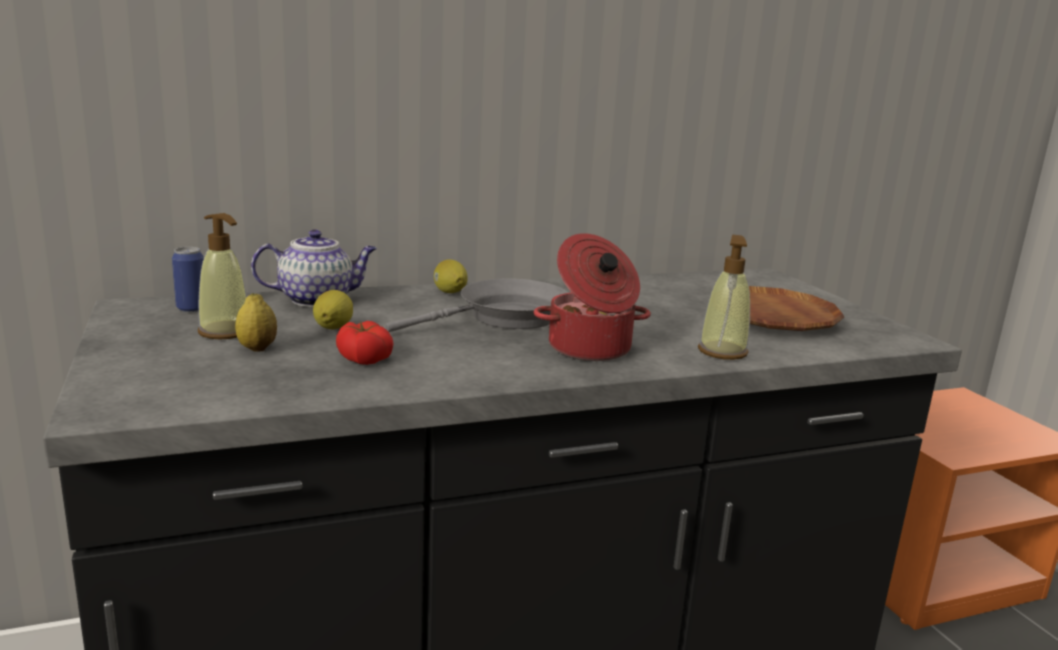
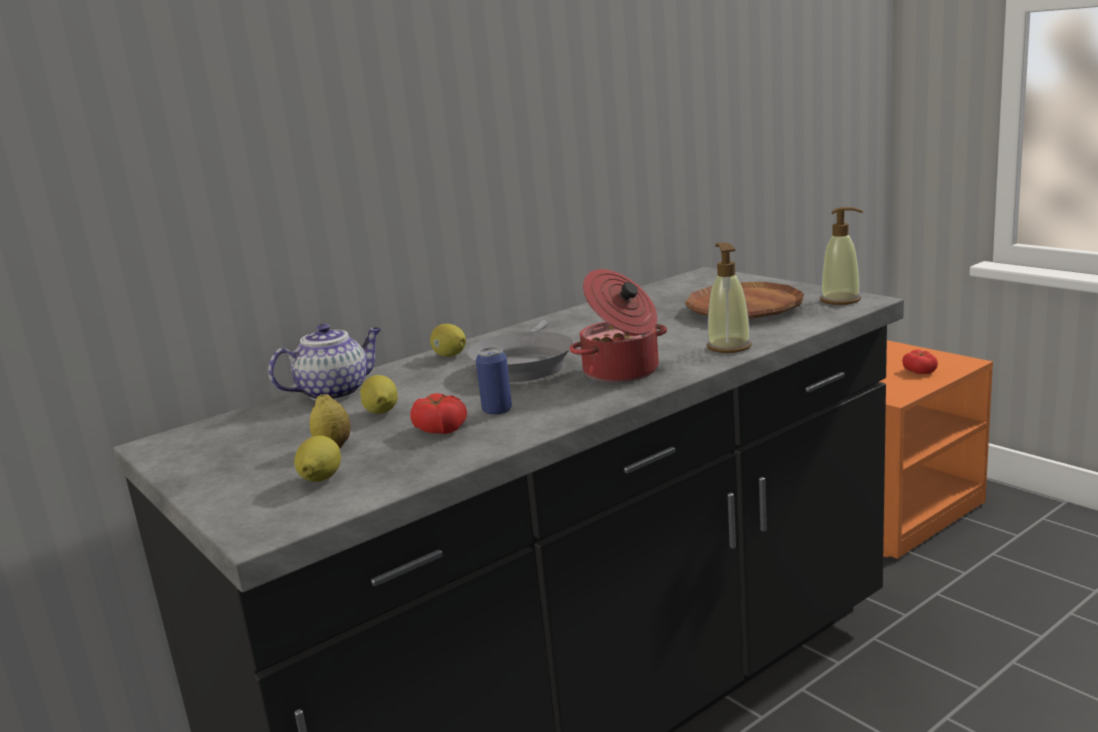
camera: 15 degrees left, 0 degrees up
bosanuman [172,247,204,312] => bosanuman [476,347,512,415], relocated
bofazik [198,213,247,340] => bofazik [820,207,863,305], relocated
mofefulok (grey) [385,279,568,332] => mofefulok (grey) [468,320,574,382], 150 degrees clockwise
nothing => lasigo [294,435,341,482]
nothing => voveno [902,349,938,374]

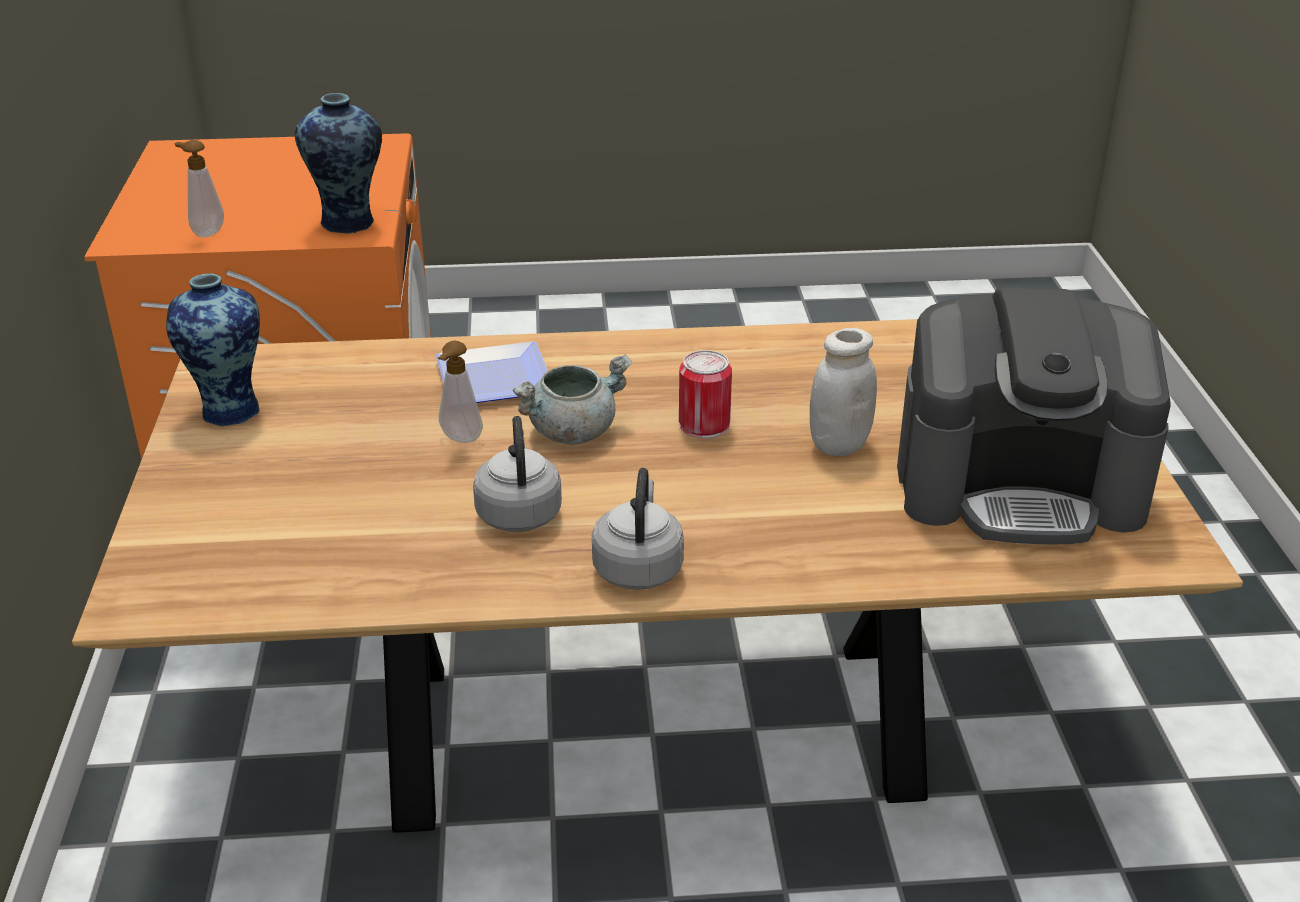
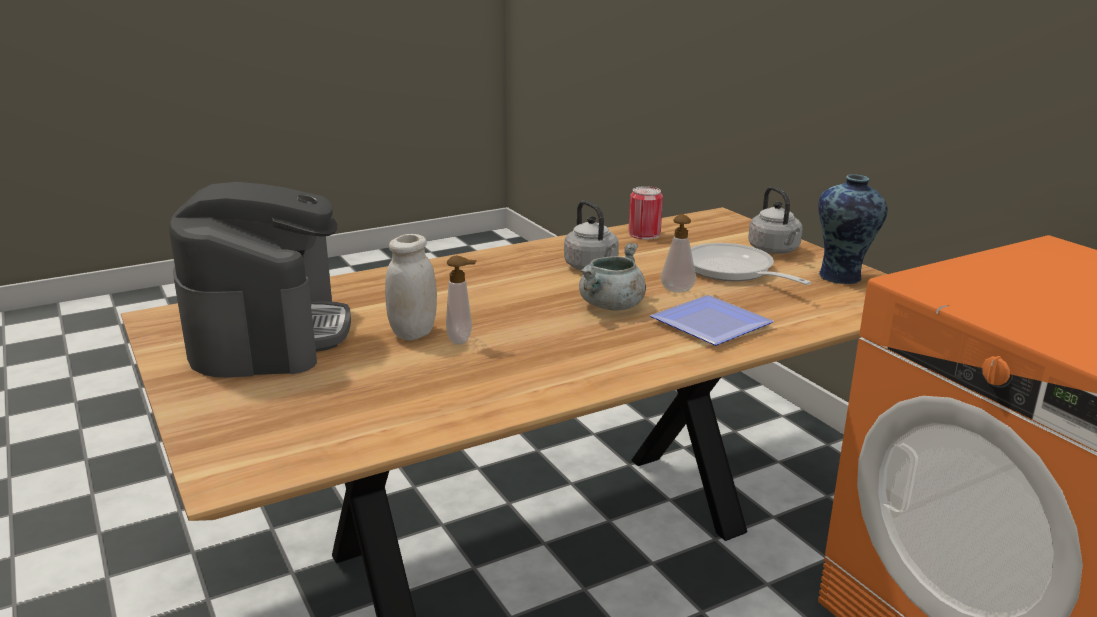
camera: 155 degrees right, 10 degrees down
bofazik [175,140,224,237] => bofazik [446,256,477,345], relocated
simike [295,93,382,233] => nothing
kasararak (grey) [592,468,684,590] => kasararak (grey) [748,186,803,254], relocated
bosanuman [679,350,732,439] => bosanuman [629,186,663,239], relocated
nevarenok [897,287,1171,545] => nevarenok [169,182,351,377], 105 degrees clockwise
nothing => mofefulok [691,243,811,285]

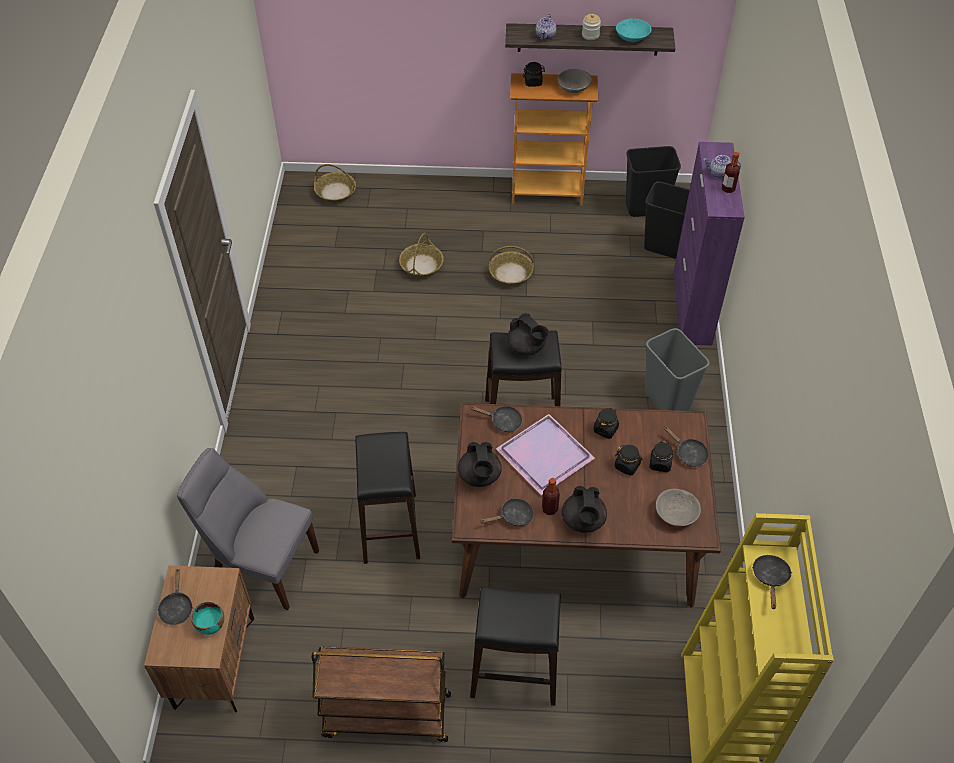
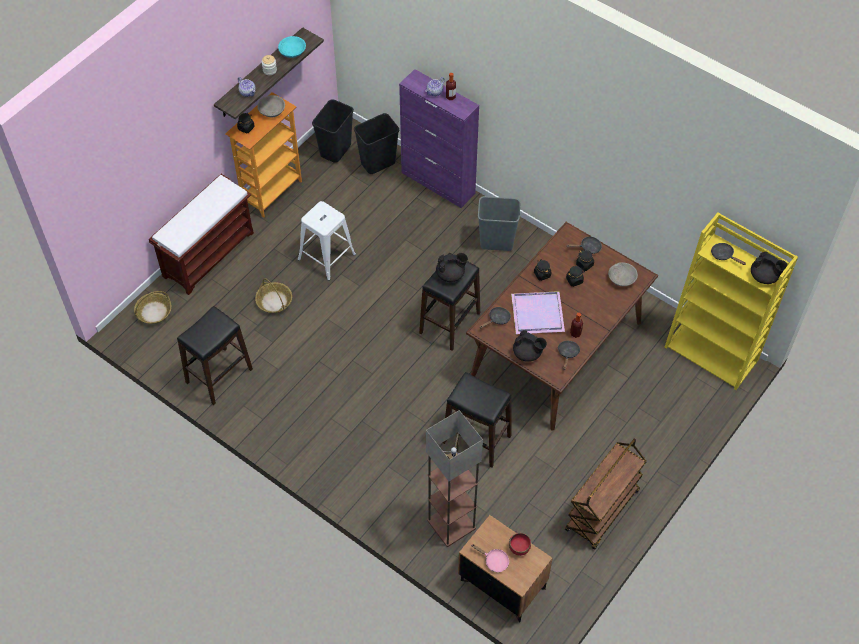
camera: 55 degrees left, 5 degrees up
mofefulok (black) [157,569,193,625] => mofefulok (pink) [471,544,509,572]
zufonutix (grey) [177,448,319,610] => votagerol [426,410,483,547]
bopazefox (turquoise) [191,601,224,635] => bopazefox (red) [509,533,531,556]
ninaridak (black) [470,587,561,706] => ninaridak (black) [177,306,253,405], relocated
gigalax [489,246,534,286] => ninaridak (white) [298,201,356,281]
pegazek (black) [562,486,607,533] => pegazek (black) [751,252,788,284], relocated
nothing => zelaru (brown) [149,174,254,295]

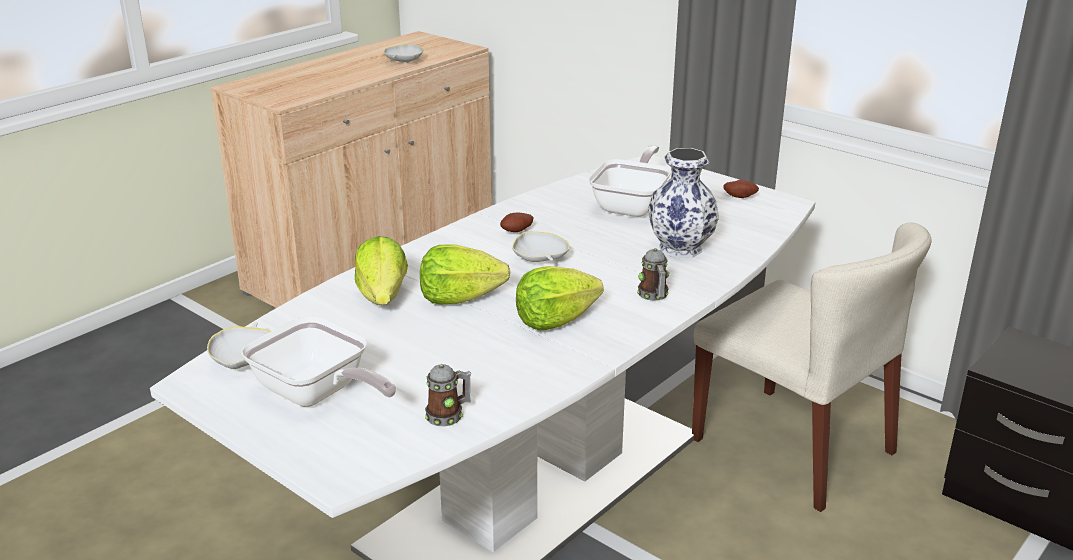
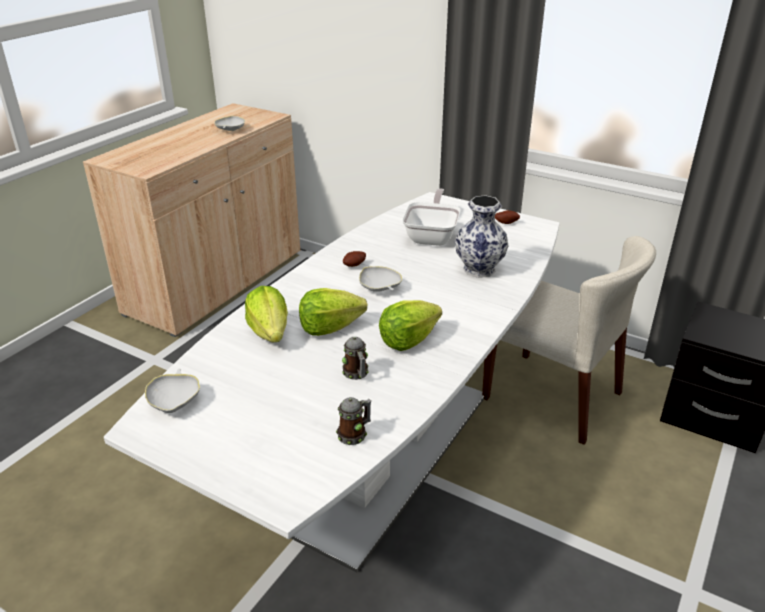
camera: 10 degrees left, 5 degrees up
mofefulok [241,316,397,407] => nothing
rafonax [637,248,669,301] => rafonax [342,337,369,380], relocated

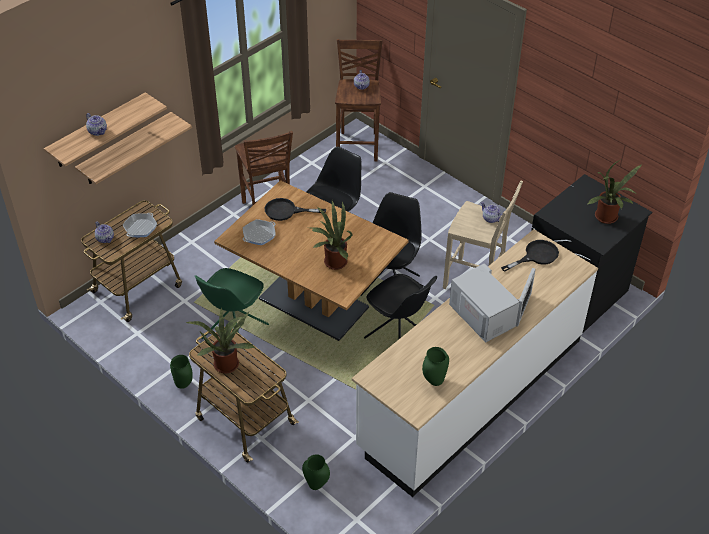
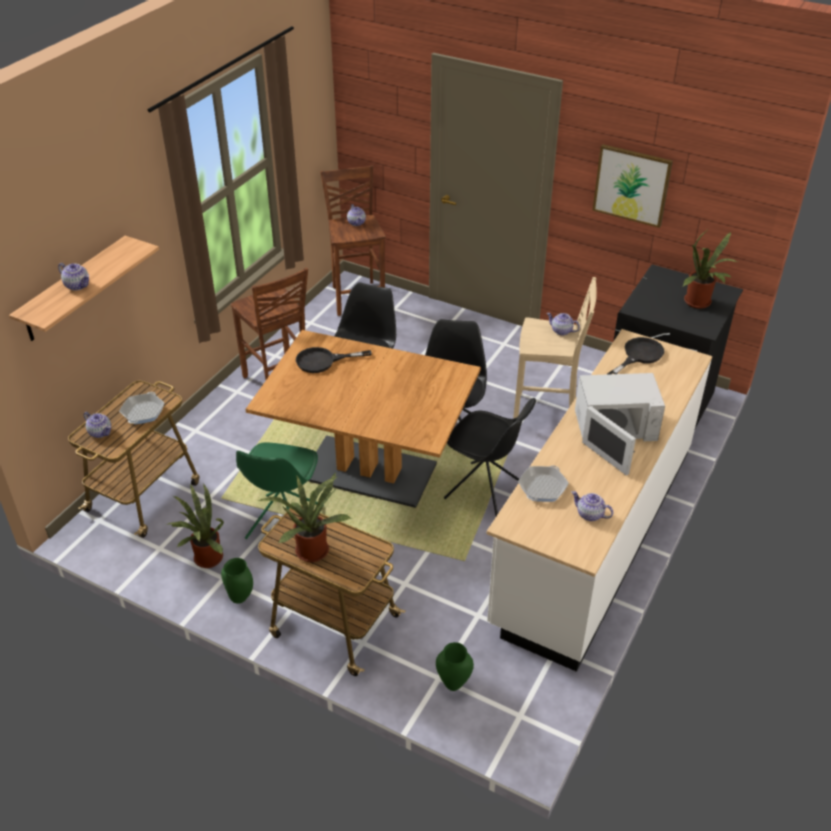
camera: 15 degrees left, 5 degrees down
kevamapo [75,112,192,184] => nothing
mofefulok [243,219,276,245] => mofefulok [518,465,569,502], relocated
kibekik [311,201,353,270] => kibekik [168,483,224,568], relocated
simike (green) [422,347,449,386] => pegazek [572,491,613,521]
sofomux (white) [449,263,536,342] => sofomux (white) [575,373,665,476], 135 degrees clockwise
nothing => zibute [592,144,673,228]

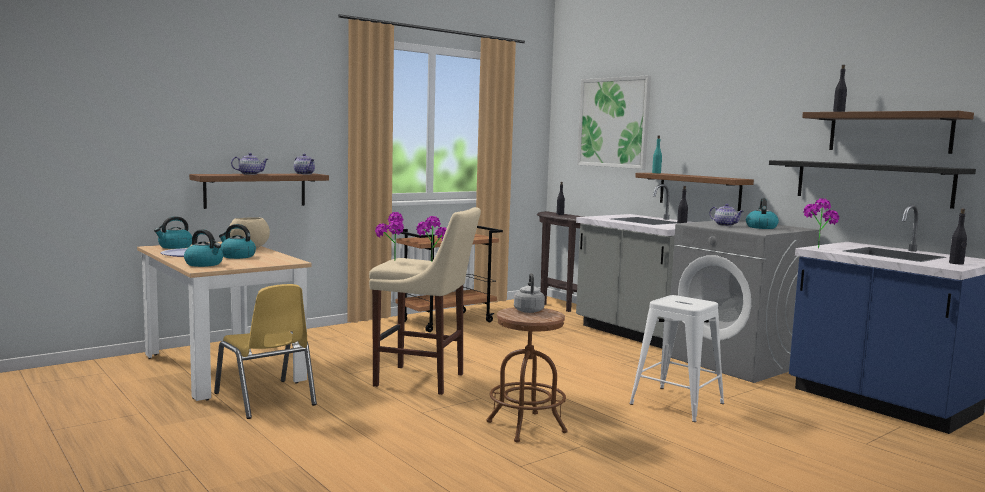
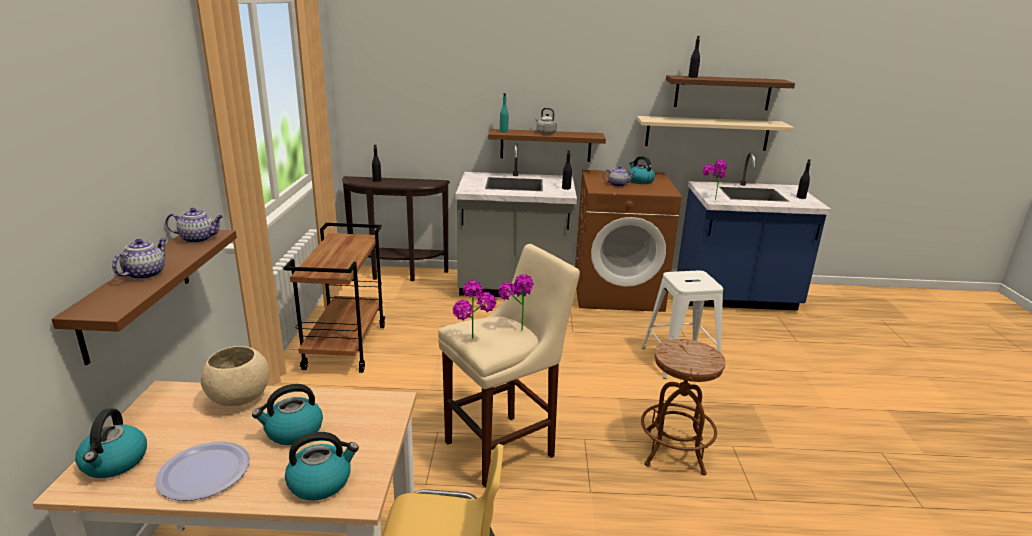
camera: 50 degrees left, 15 degrees up
kasararak (grey) [514,273,545,313] => kasararak (grey) [535,108,557,134], relocated
zibute [577,75,651,169] => nothing
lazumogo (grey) [671,220,820,383] => lazumogo (brown) [575,170,682,312]
kevamapo (black) [769,160,976,209] => kevamapo (beige) [637,116,794,151]

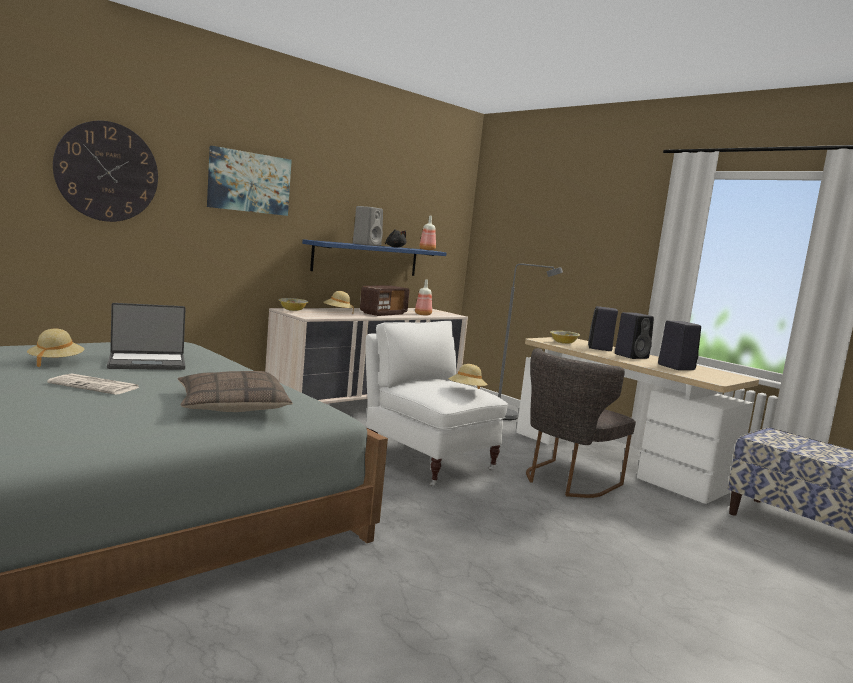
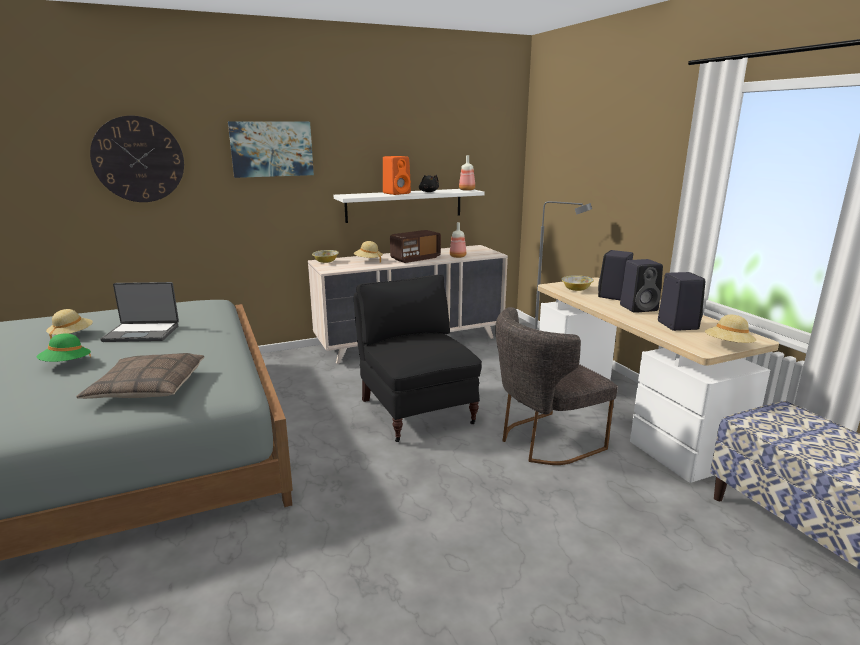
camera: 20 degrees right, 10 degrees up
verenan [47,373,141,395] => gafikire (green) [37,333,91,362]
kevamapo (blue) [302,239,447,276] => kevamapo (white) [334,189,485,223]
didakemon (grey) [353,206,383,246] => didakemon (orange) [383,156,411,195]
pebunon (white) [366,321,508,486] => pebunon (black) [354,275,482,442]
gafikire (beige) [448,364,488,389] => gafikire (beige) [705,315,756,343], relocated

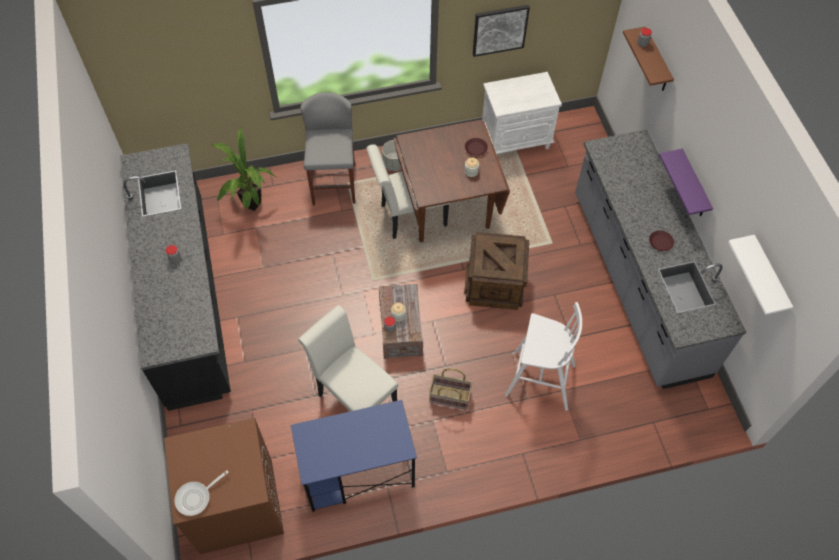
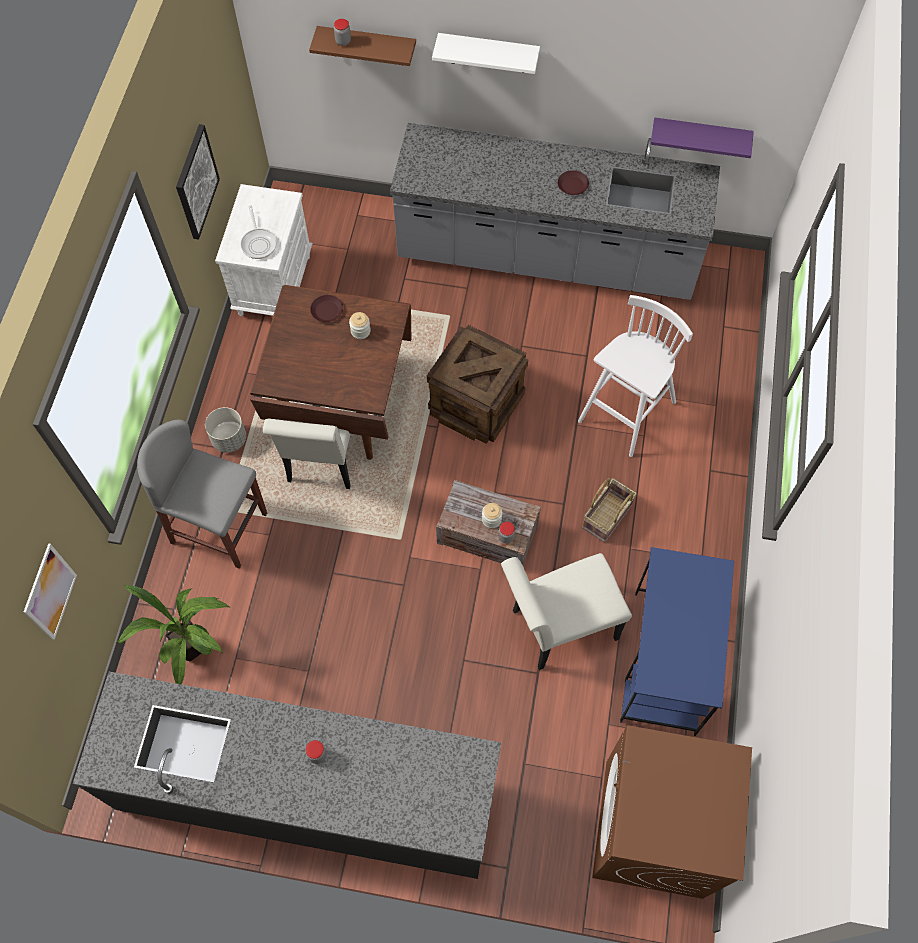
camera: 65 degrees left, 5 degrees up
mofefulok [174,471,229,516] => mofefulok [240,206,277,259], relocated
kevamapo (purple) [659,149,713,216] => kevamapo (purple) [651,118,754,158], relocated
kevamapo (white) [728,235,793,315] => kevamapo (white) [432,33,540,74], relocated
nothing => zibute [24,544,77,640]

